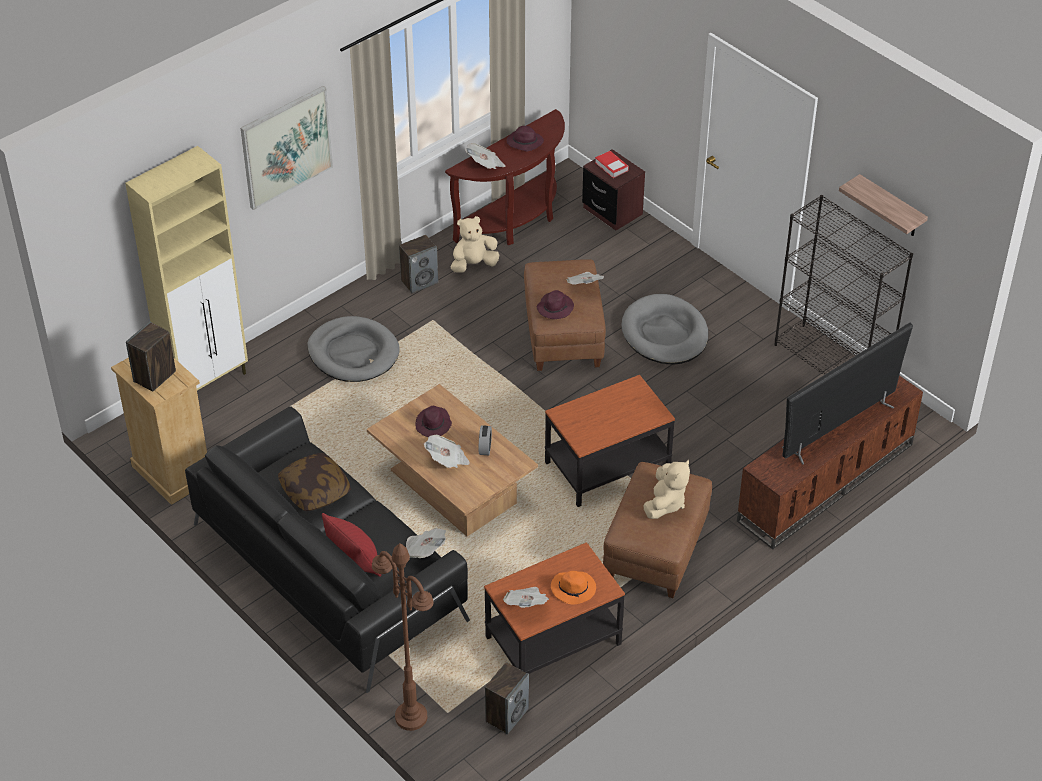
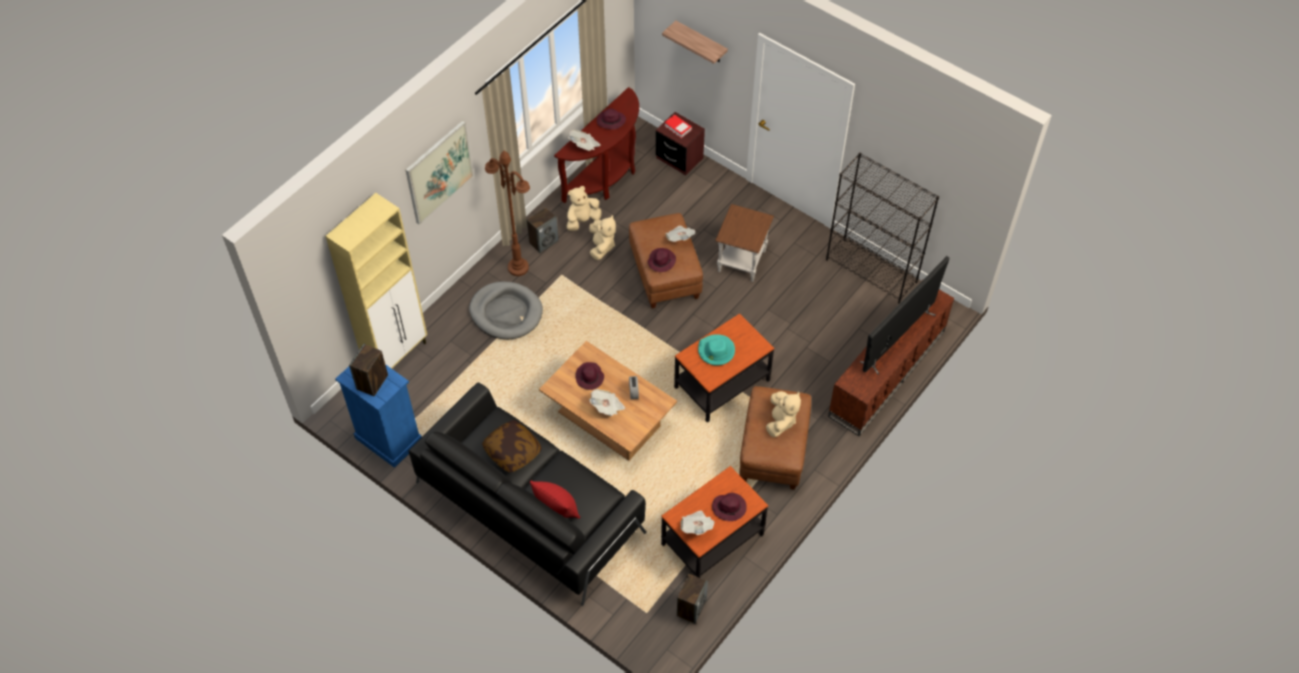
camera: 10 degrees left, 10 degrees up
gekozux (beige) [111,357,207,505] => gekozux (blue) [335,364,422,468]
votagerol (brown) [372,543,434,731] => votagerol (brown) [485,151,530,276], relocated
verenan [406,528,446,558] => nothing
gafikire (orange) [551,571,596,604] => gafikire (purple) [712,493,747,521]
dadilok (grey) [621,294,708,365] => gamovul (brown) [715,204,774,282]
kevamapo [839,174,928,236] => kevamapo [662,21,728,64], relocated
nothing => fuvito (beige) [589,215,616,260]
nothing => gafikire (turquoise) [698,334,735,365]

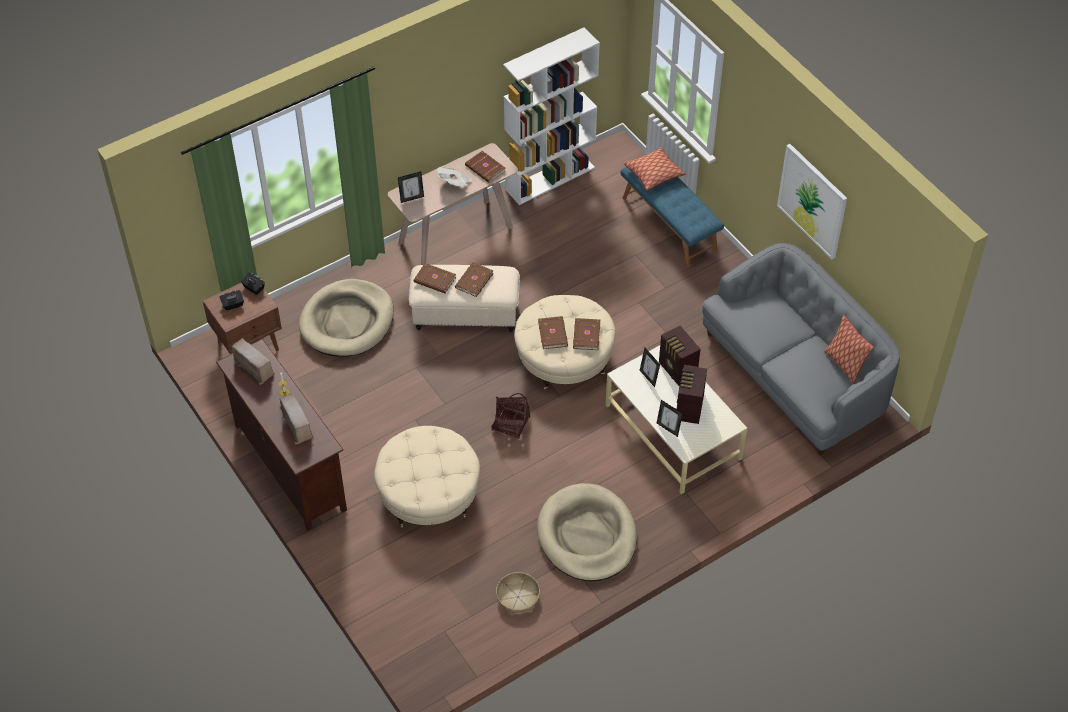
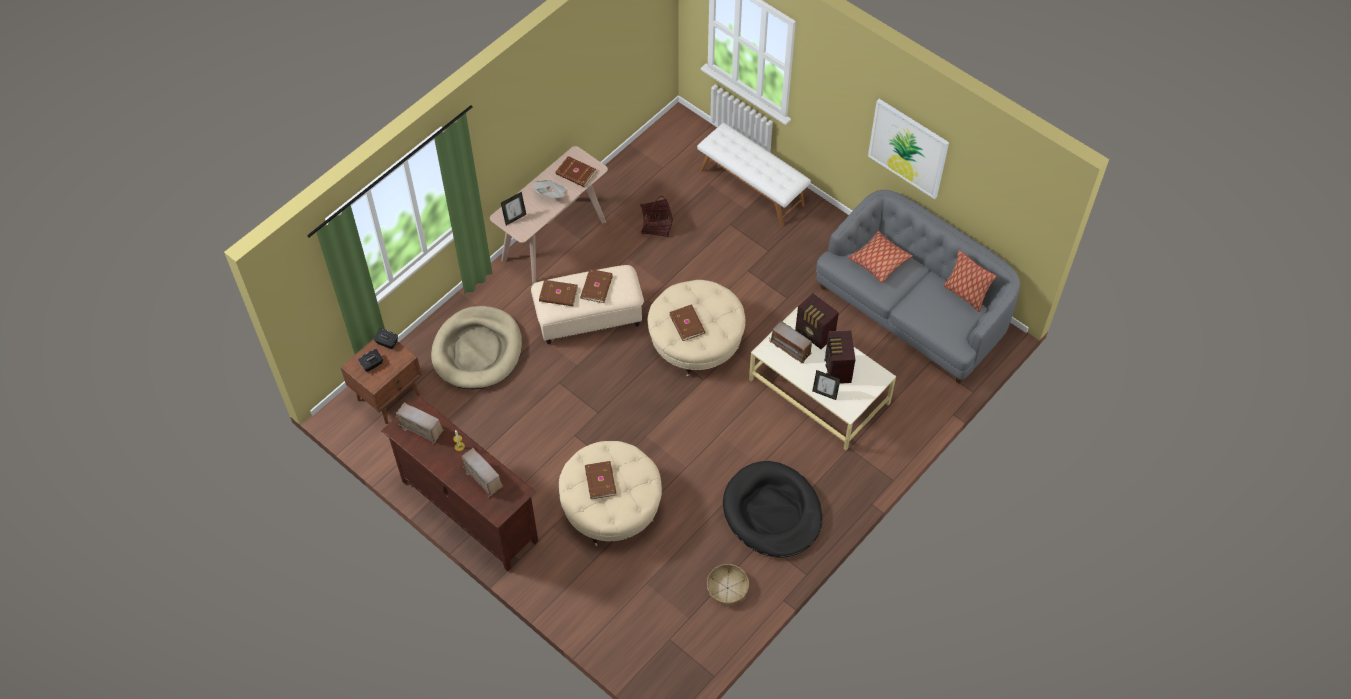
camera: 15 degrees left, 5 degrees up
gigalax [491,393,530,439] => gigalax [640,196,673,237], relocated
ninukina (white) [503,27,600,205] => nothing
dadilok (beige) [537,483,637,581] => dadilok (black) [723,461,822,558]
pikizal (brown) [573,318,600,350] => pikizal (brown) [585,461,616,499], relocated
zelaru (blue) [620,167,724,267] => zelaru (white) [697,123,811,226]
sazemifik [624,147,685,191] => sazemifik [848,231,913,283], relocated
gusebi [640,348,660,387] => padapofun [769,321,814,363]

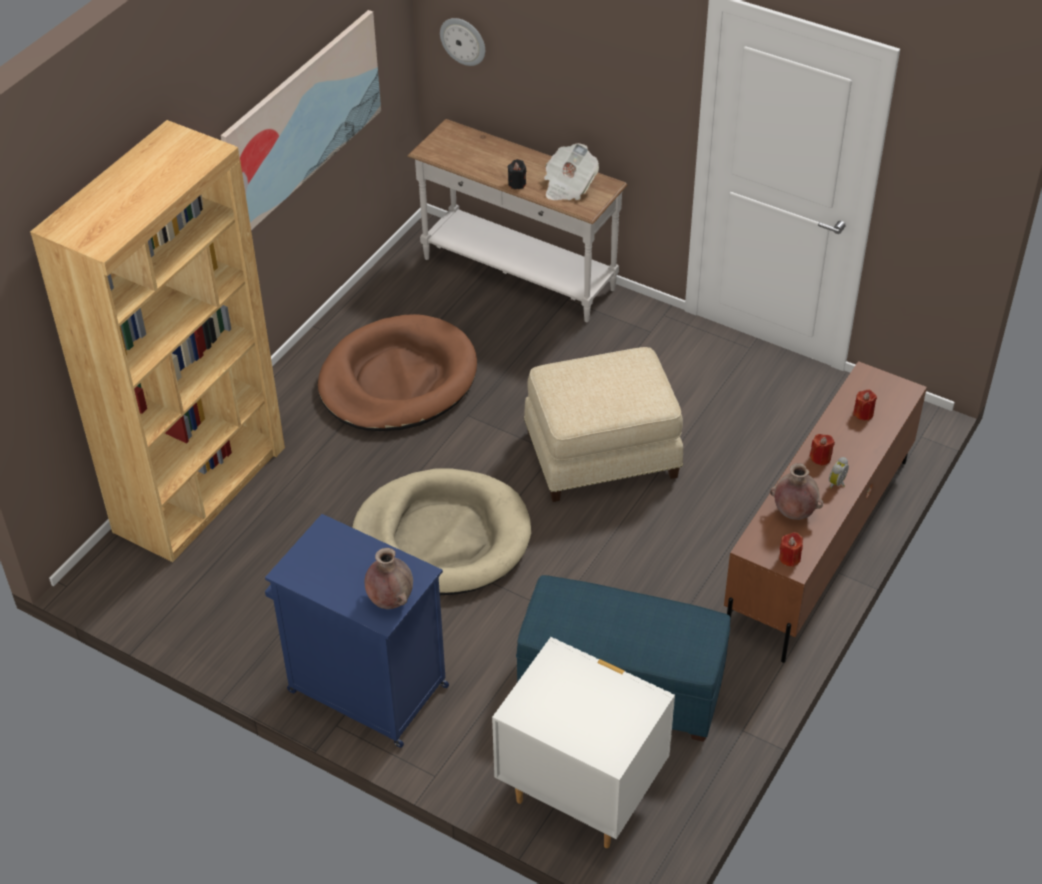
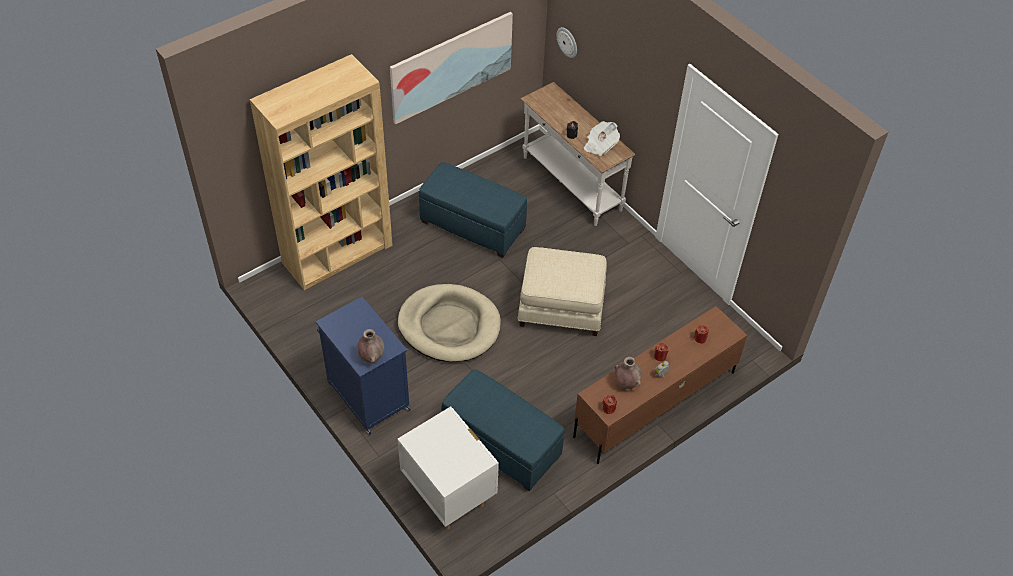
camera: 20 degrees right, 5 degrees up
dadilok (brown) [318,314,477,431] => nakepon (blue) [419,162,527,258]

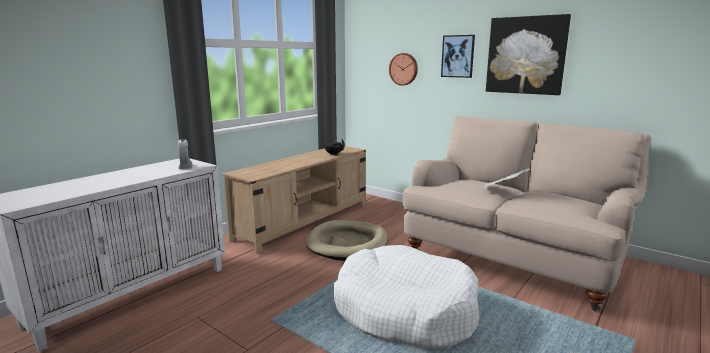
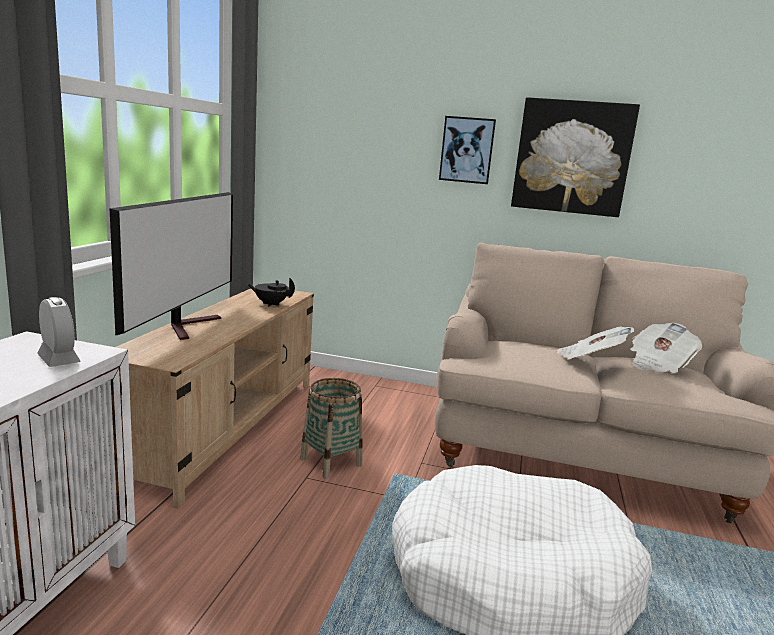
camera: 25 degrees left, 0 degrees up
dadilok (beige) [306,220,388,261] => gigalax [300,378,363,478]
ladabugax [389,53,418,86] => nothing
nothing => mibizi [109,192,233,340]
nothing => verenan [630,323,703,373]

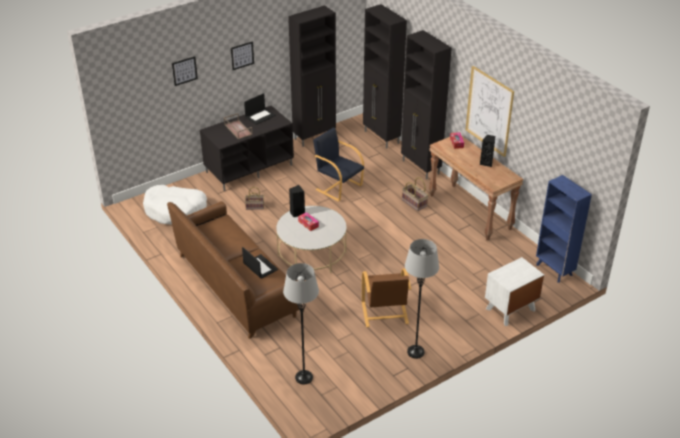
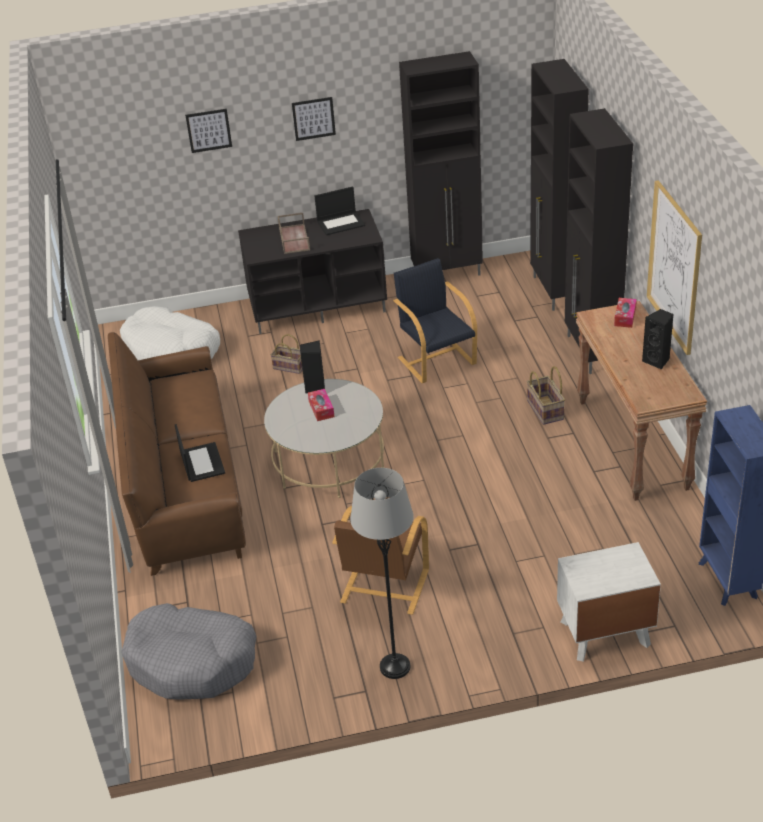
camera: 25 degrees right, 0 degrees up
votagerol (grey) [283,263,319,385] => dadilok (grey) [121,603,257,700]

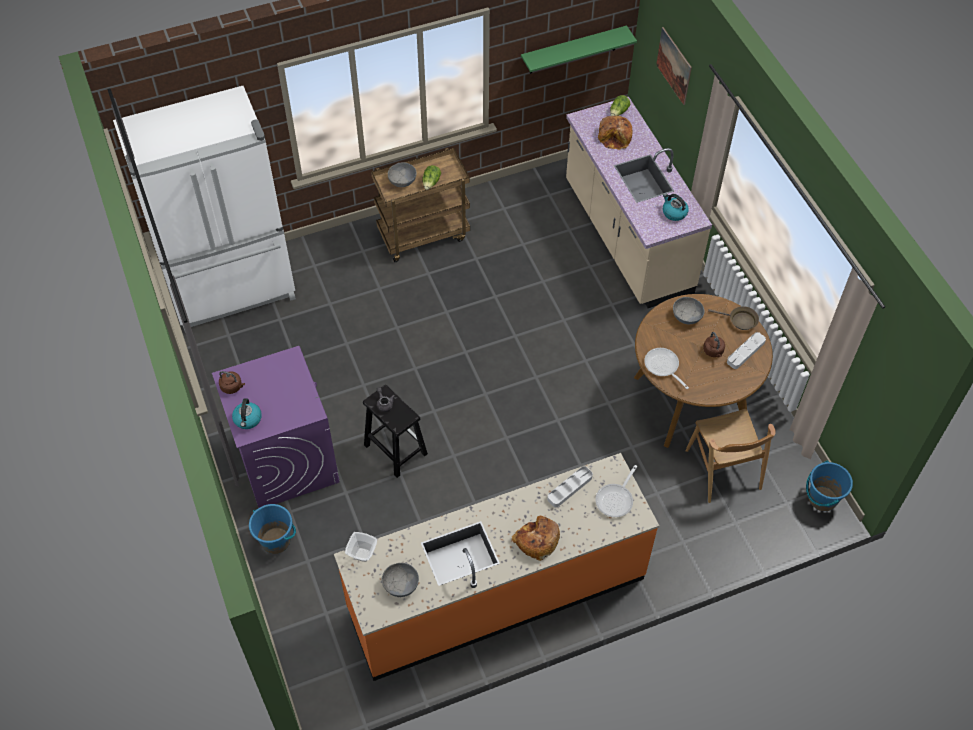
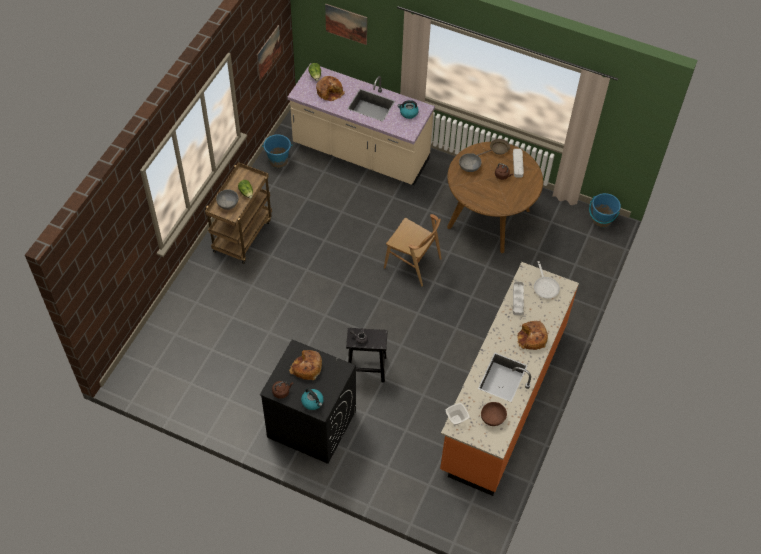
camera: 45 degrees left, 0 degrees up
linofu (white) [113,86,296,331] => nothing
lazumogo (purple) [212,346,340,508] => lazumogo (black) [260,339,356,464]
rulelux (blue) [249,504,296,554] => rulelux (blue) [262,134,292,168], relocated
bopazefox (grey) [382,563,419,597] => bopazefox (brown) [481,402,507,426]
kevamapo (green) [521,25,637,74] => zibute [257,25,281,81]
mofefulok [644,348,689,389] => nothing
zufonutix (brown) [686,409,776,503] => zufonutix (brown) [384,214,442,287], relocated
nothing => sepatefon [289,350,322,380]

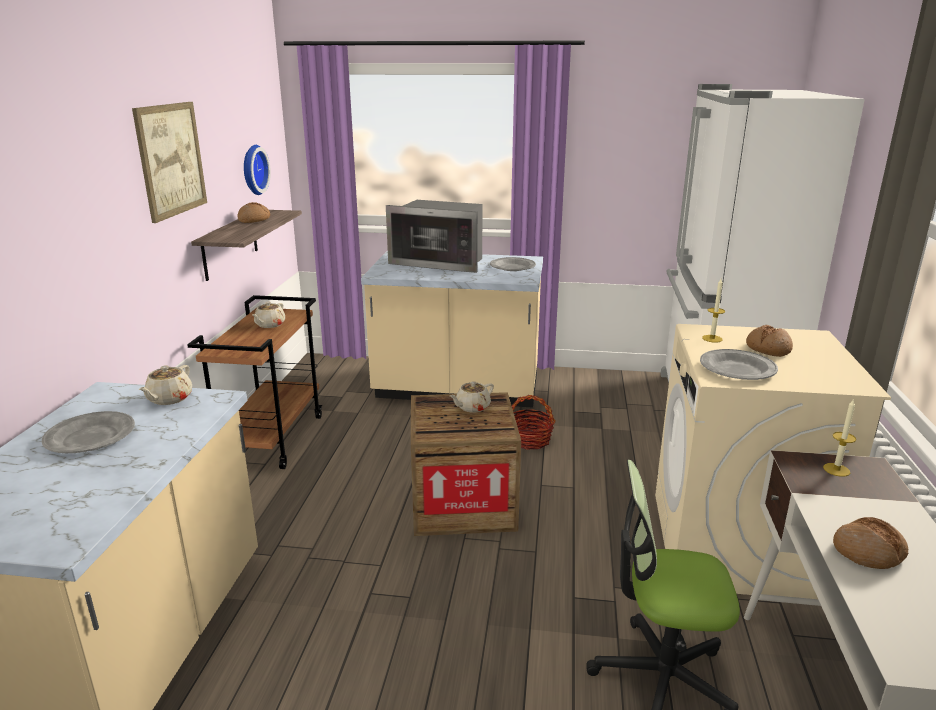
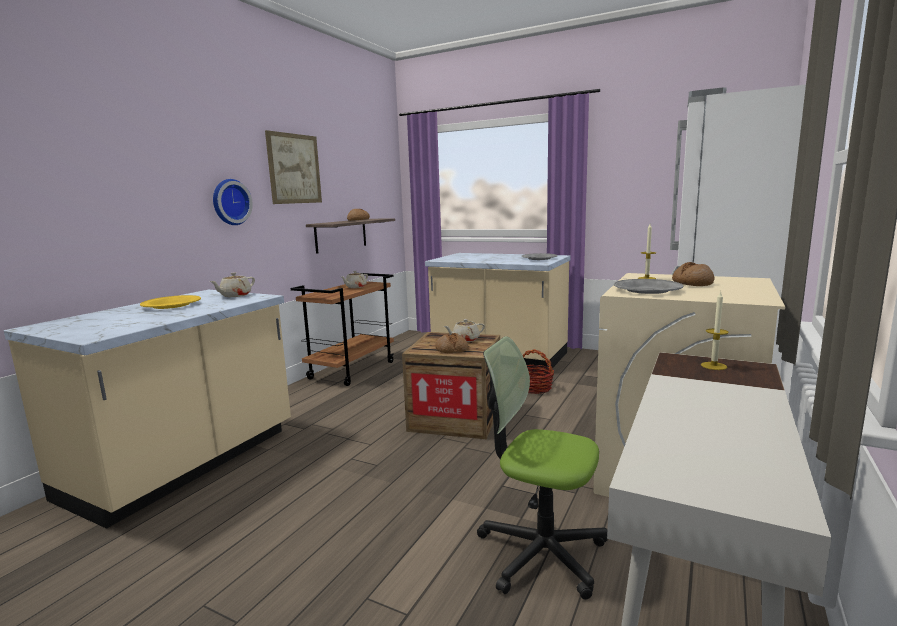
camera: 20 degrees right, 10 degrees down
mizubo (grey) [42,411,135,453] => mizubo (yellow) [140,295,201,309]
ladabugax [244,145,271,195] => ladabugax [213,179,253,225], relocated
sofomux [386,200,483,273] => nothing
sepatefon [833,517,908,569] => sepatefon [435,333,468,353], relocated

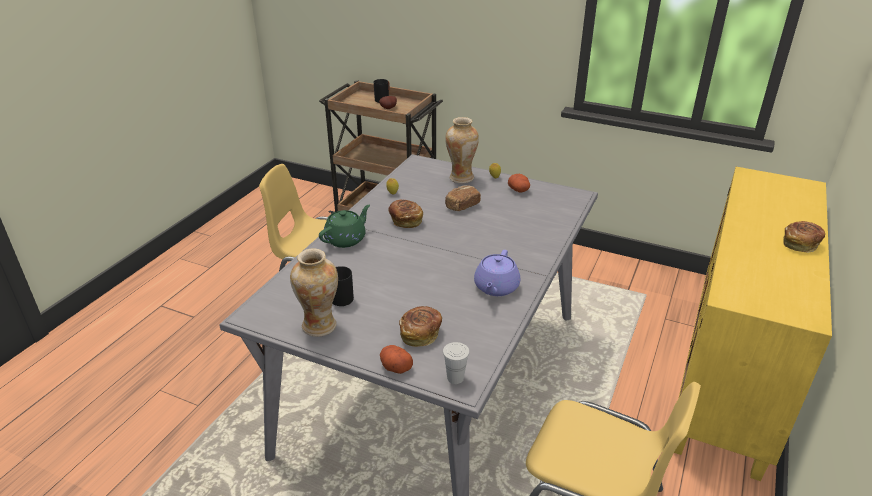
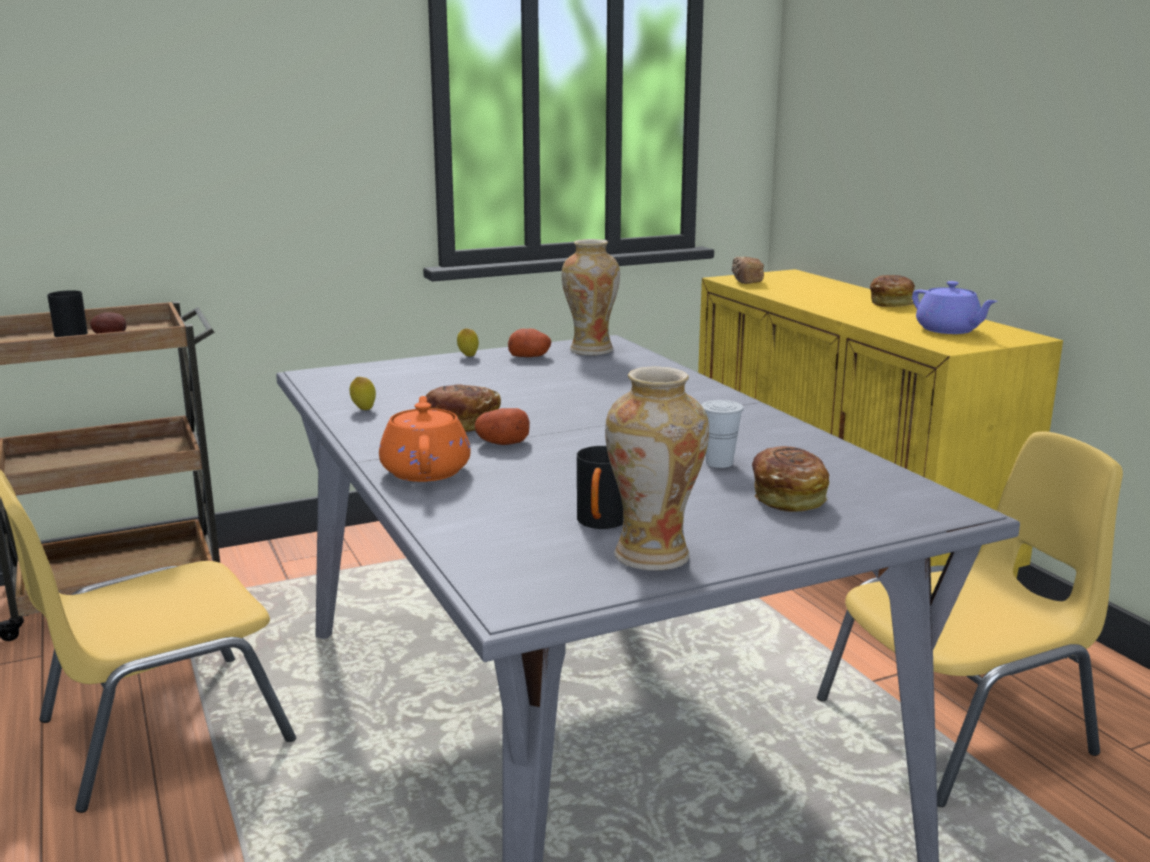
camera: 50 degrees left, 15 degrees down
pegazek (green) [319,205,370,248] => pegazek (orange) [379,396,471,482]
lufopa [380,345,413,374] => lufopa [475,408,530,445], relocated
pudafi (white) [443,342,470,384] => pudafi (white) [701,400,744,468], relocated
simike [445,117,479,183] => simike [561,239,620,355], relocated
sepatefon [445,185,481,211] => sepatefon [732,257,764,284], relocated
pegazek (purple) [474,250,520,296] => pegazek (purple) [912,281,997,334], relocated

